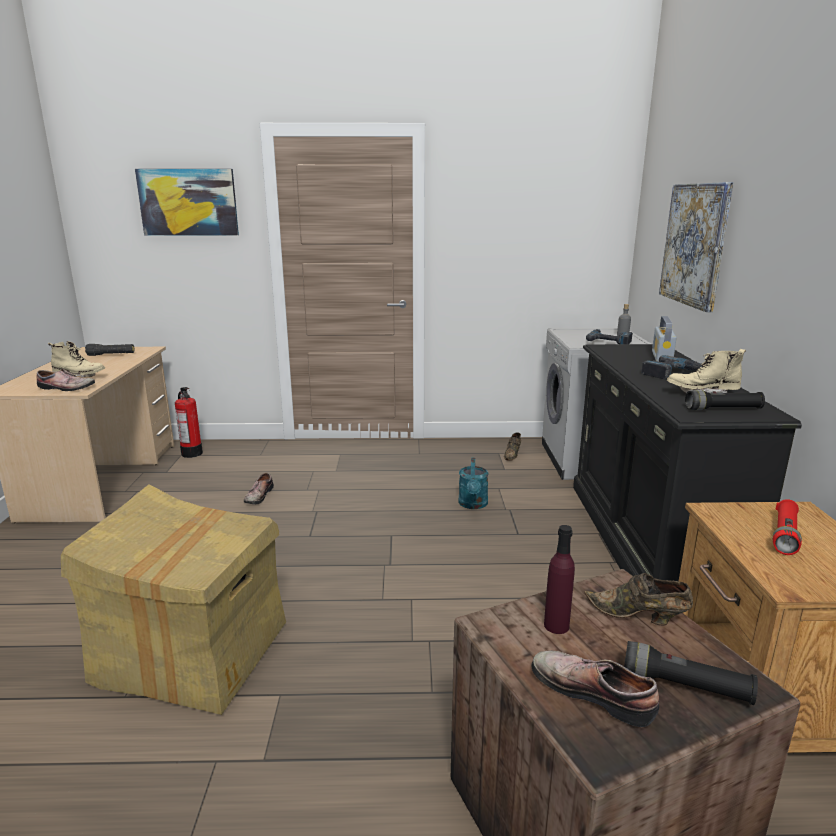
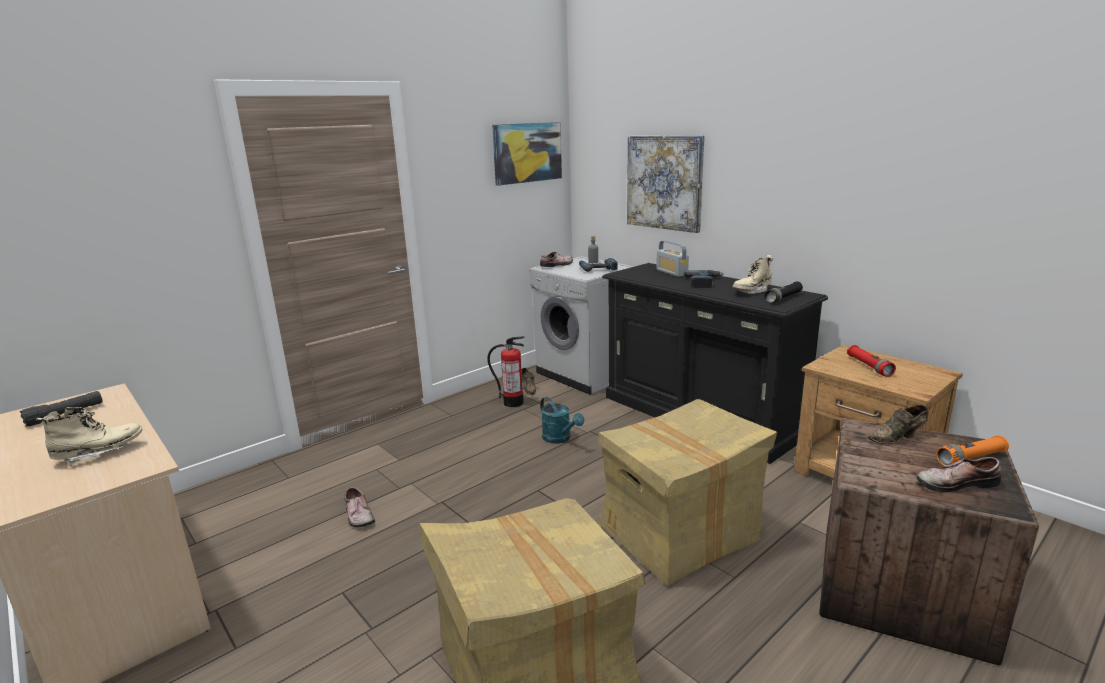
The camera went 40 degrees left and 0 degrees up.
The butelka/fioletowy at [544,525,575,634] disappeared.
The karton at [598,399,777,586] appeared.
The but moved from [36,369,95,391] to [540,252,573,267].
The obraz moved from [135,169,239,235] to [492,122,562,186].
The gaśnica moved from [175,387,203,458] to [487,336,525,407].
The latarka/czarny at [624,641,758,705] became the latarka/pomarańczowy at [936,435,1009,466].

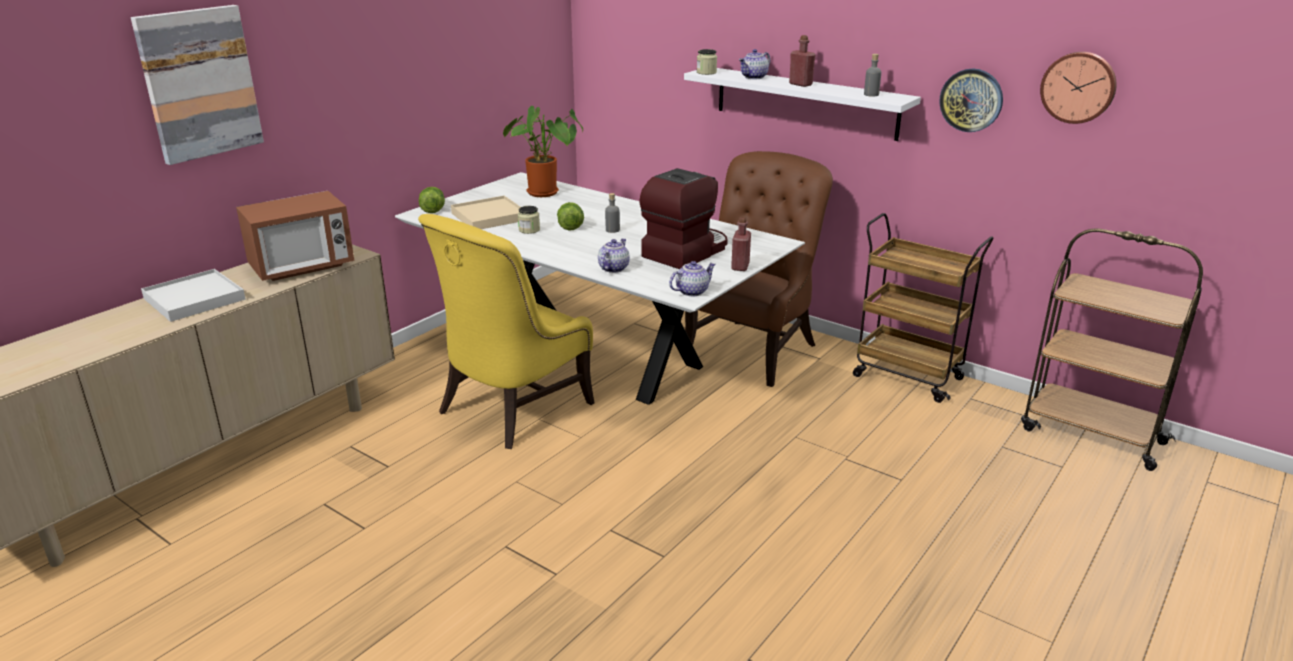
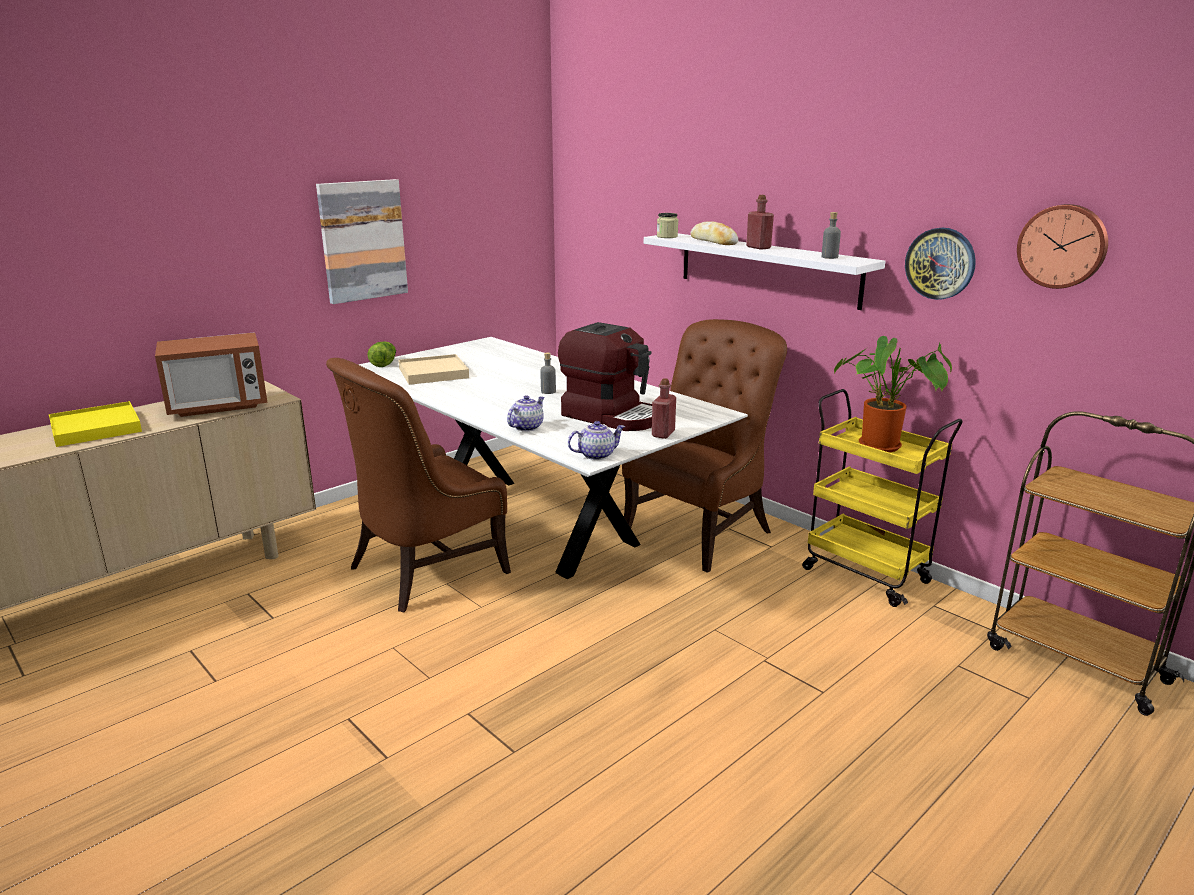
The camera went 10 degrees right and 5 degrees down.
The słoik at [518,206,540,234] disappeared.
The sałata at [557,202,584,231] disappeared.
The obraz moved from [131,5,264,165] to [316,179,408,304].
The roślina doniczkowa moved from [503,106,583,197] to [834,336,952,453].
The imbryk at [739,49,770,79] was replaced by the chleb at [691,221,738,245].
The taca/biały at [141,269,246,322] became the taca/żółty at [49,401,142,447].
The krzesło/żółty at [418,214,595,449] became the krzesło/brązowy at [326,358,511,613].
The wózek/brązowy at [853,213,993,403] became the wózek/żółty at [802,389,963,607].
The ekspres do kawy at [640,168,728,269] turned 75 degrees clockwise.

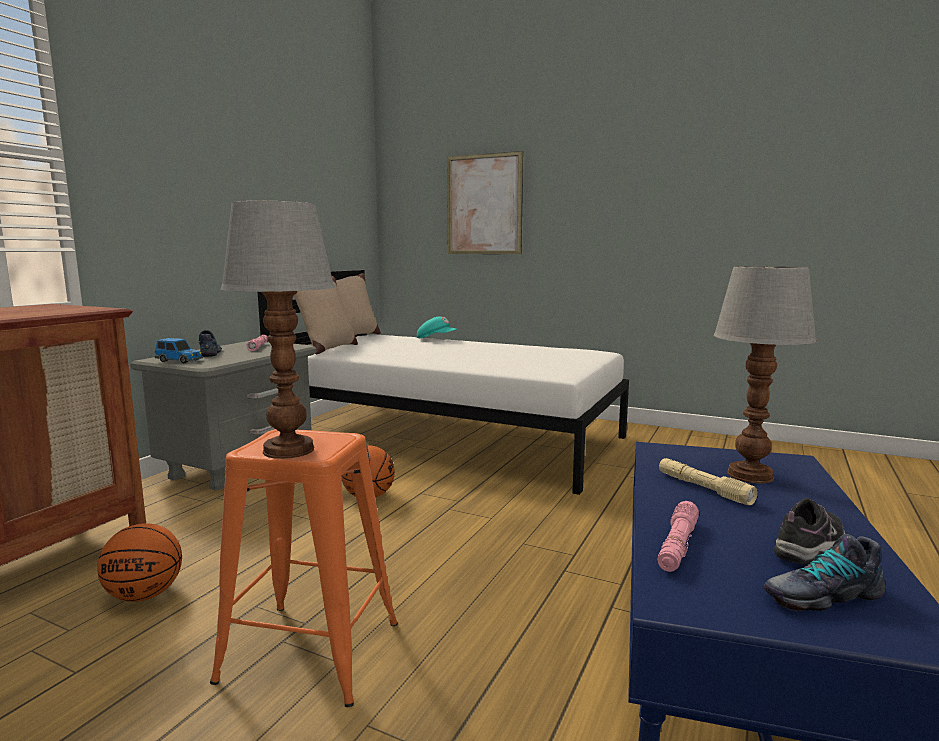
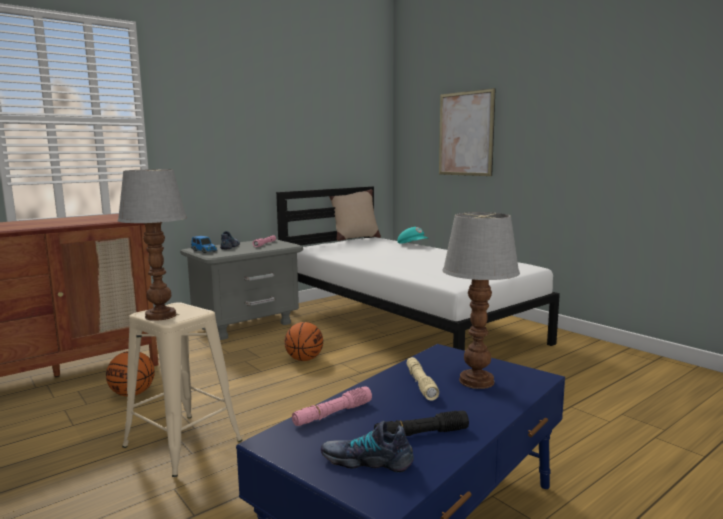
The camera went 25 degrees right and 0 degrees up.
The poduszka/beżowy at [294,276,358,354] disappeared.
The but at [774,498,845,565] was replaced by the latarka/czarny at [374,411,469,436].
The stołek/pomarańczowy at [210,429,398,707] became the stołek/beżowy at [122,302,242,477].

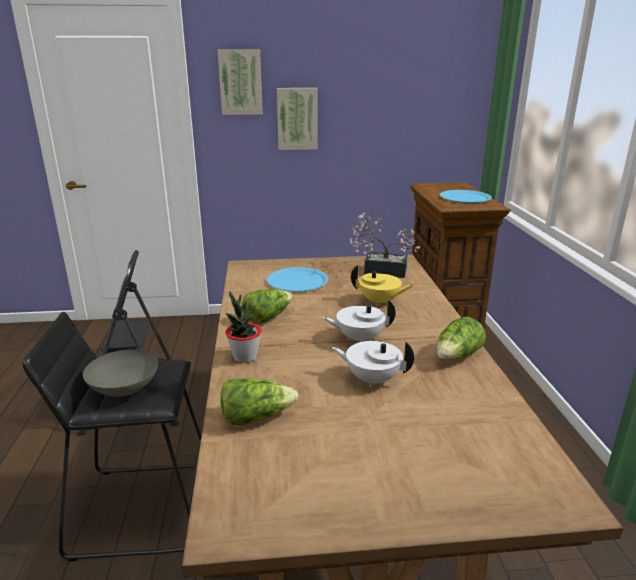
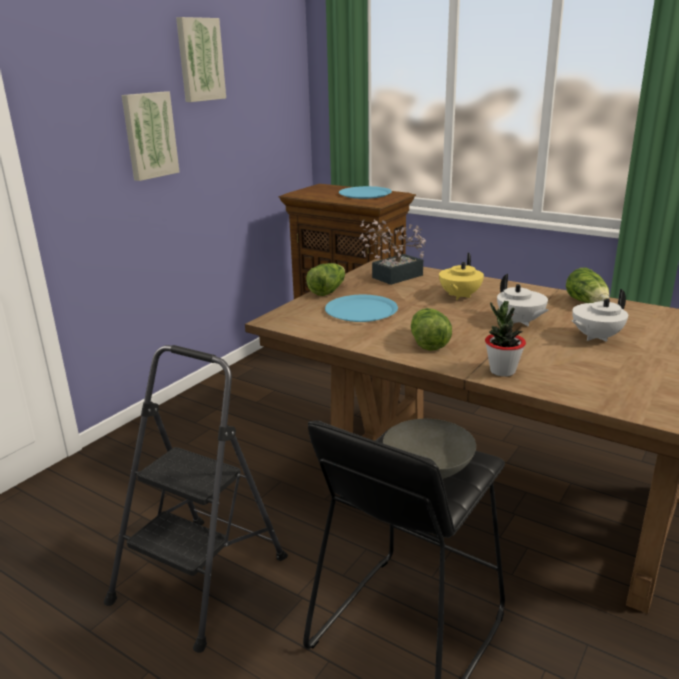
The camera went 50 degrees left and 0 degrees up.
The obraz moved from [217,49,263,115] to [176,17,226,102].
The sałata moved from [220,378,298,425] to [306,263,345,296].
The imbryk/biały at [322,300,396,342] turned 60 degrees counterclockwise.
The imbryk/żółty at [351,265,414,307] turned 150 degrees clockwise.

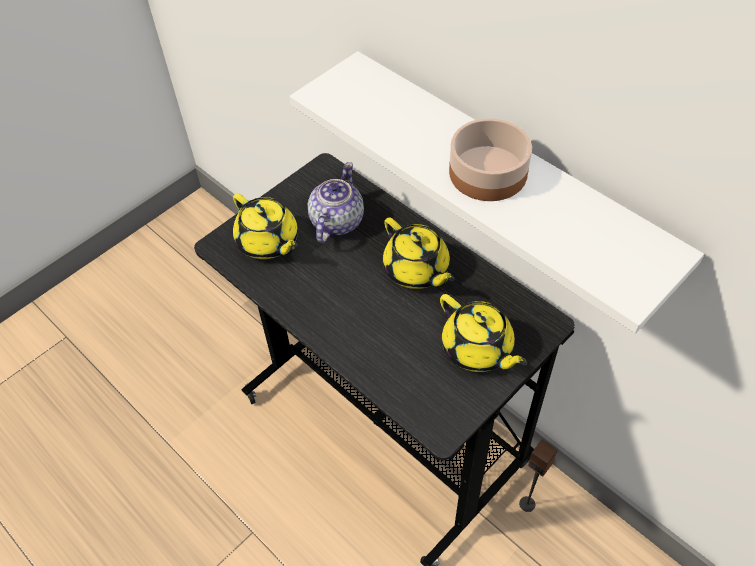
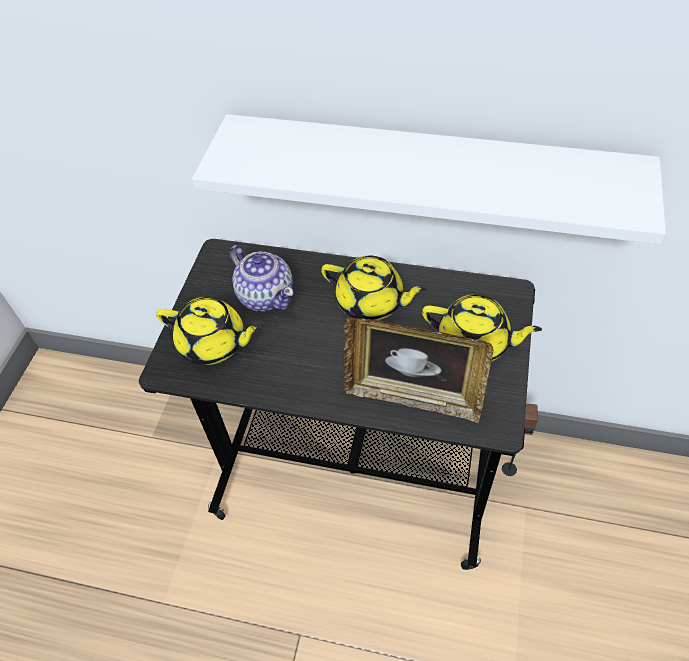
The camera went 30 degrees left and 0 degrees up.
The miska at [449,118,532,201] disappeared.
The ramka na zdjęcie at [344,318,494,423] appeared.
The imbryk at [308,162,364,243] turned 150 degrees clockwise.

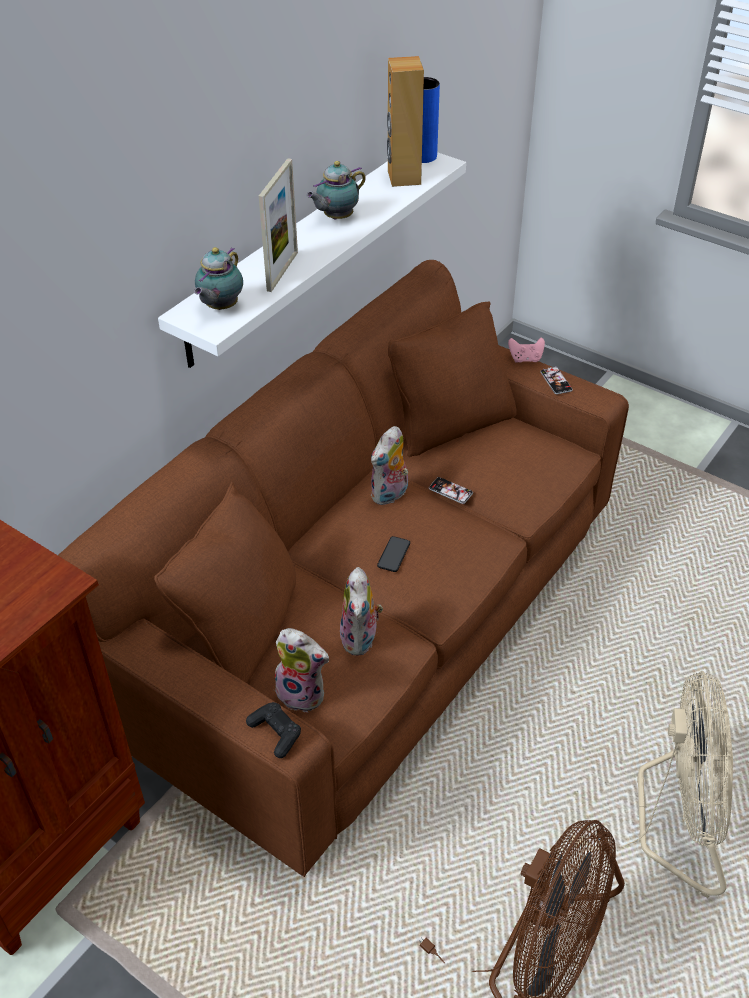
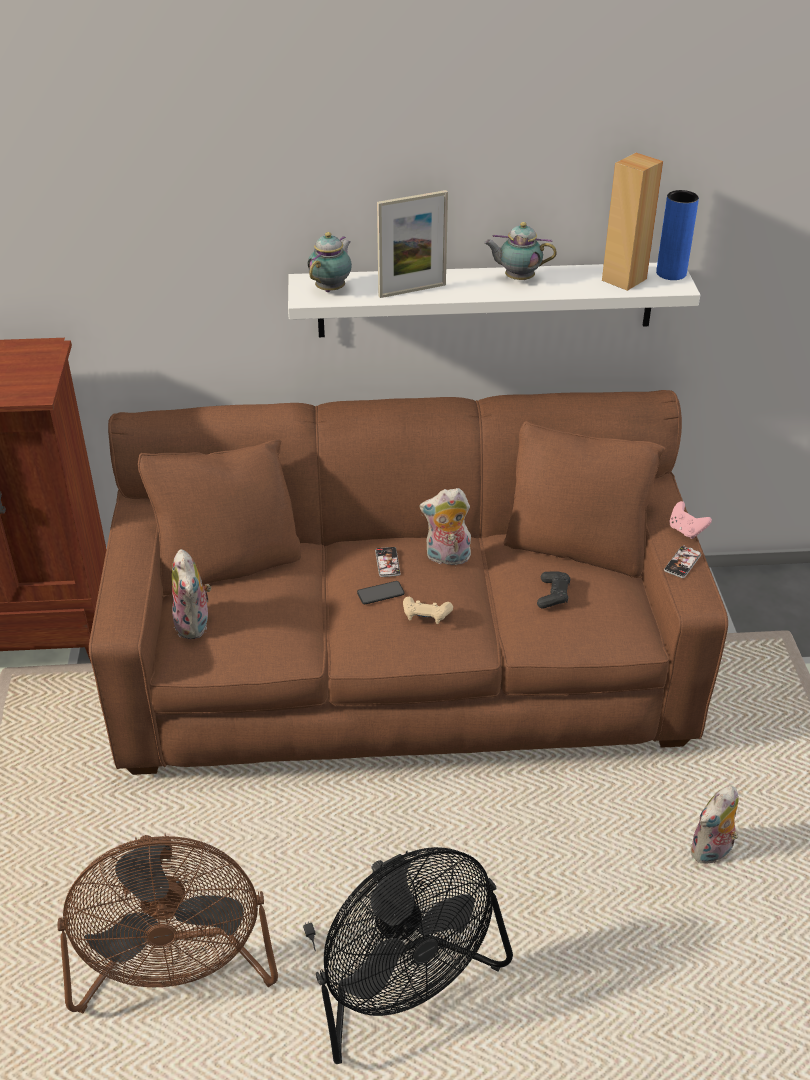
The camera went 50 degrees right and 5 degrees down.
The pad do gier/beżowy at [403,597,453,624] appeared.
The pad do gier/czarny moved from [246,702,301,758] to [537,571,570,609].
The pluszak moved from [340,567,383,656] to [691,786,739,864].
The telefon moved from [429,477,473,504] to [375,547,401,577].
The wentylator/beżowy at [568,671,733,898] became the wentylator/czarny at [303,847,513,1064].
The imbryk at [194,247,243,310] turned 135 degrees clockwise.

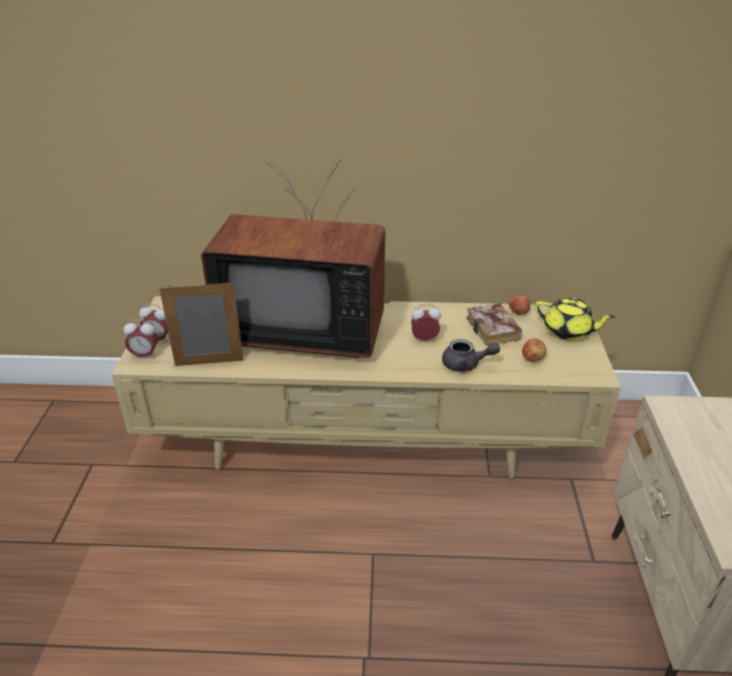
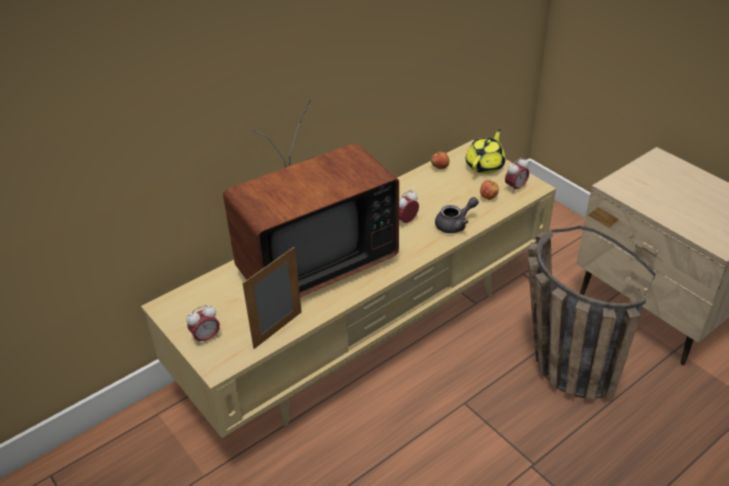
The camera went 40 degrees left and 5 degrees up.
The książka at [466,303,522,346] disappeared.
The koszyk at [528,226,655,399] appeared.
The budzik moved from [123,320,158,359] to [505,157,529,192].
The imbryk/żółty at [535,297,615,341] turned 45 degrees counterclockwise.

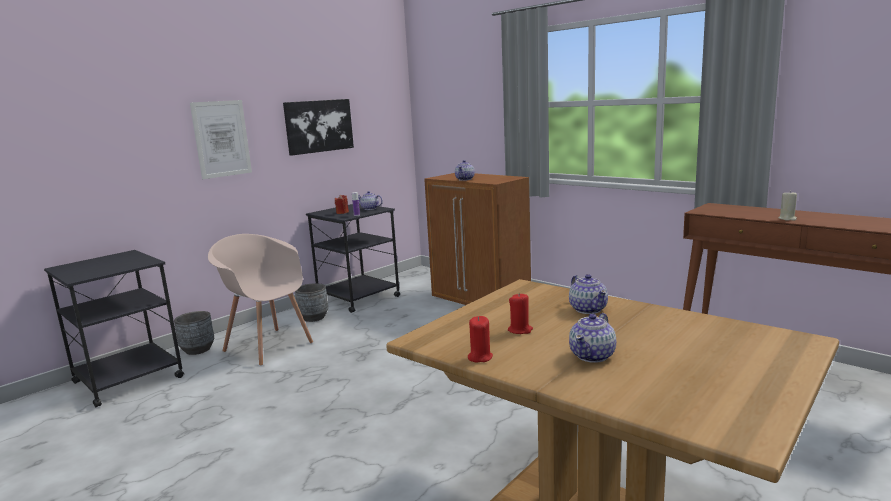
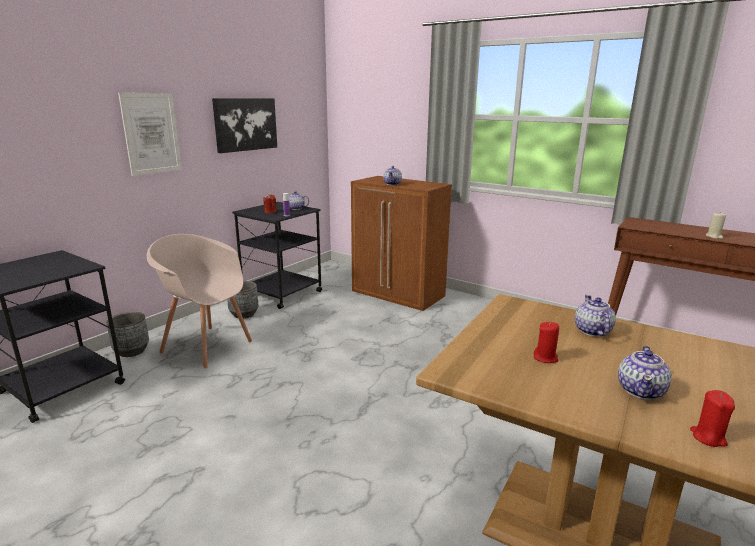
The camera went 10 degrees left and 5 degrees up.
The świeca/czerwony moved from [468,316,493,362] to [690,390,735,447].
The imbryk at [569,274,608,314] turned 150 degrees counterclockwise.

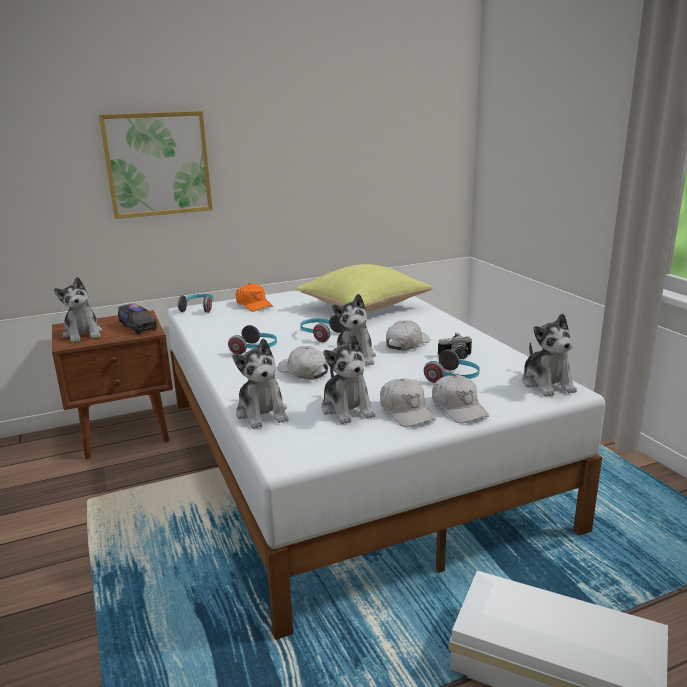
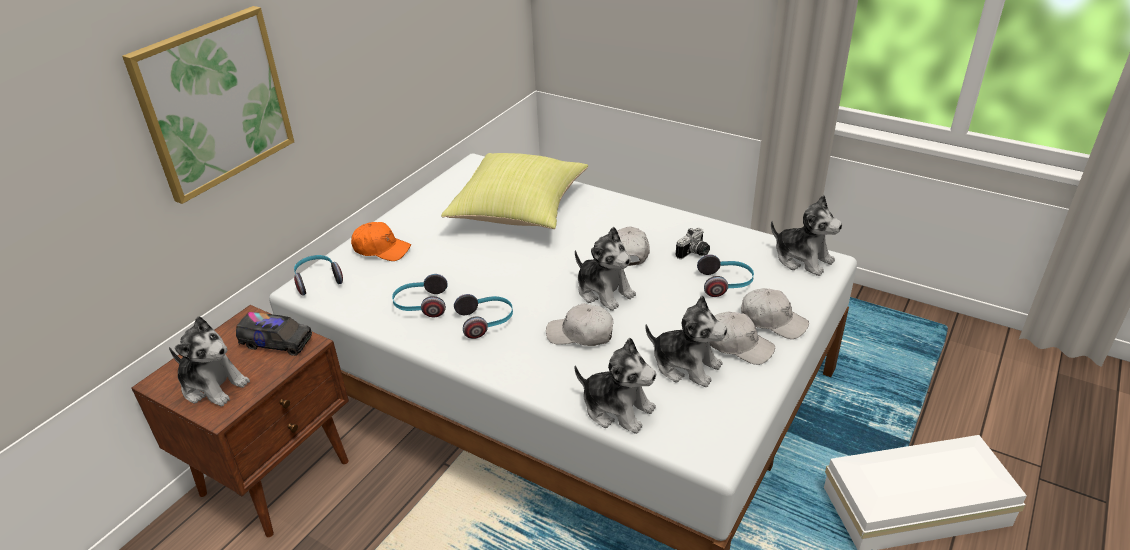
The camera went 35 degrees left and 15 degrees up.
The słuchawki moved from [300,315,345,342] to [392,274,448,317].

